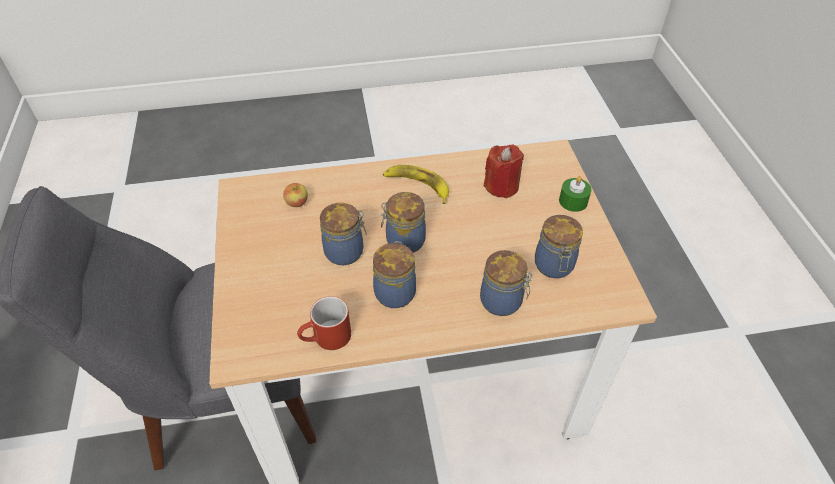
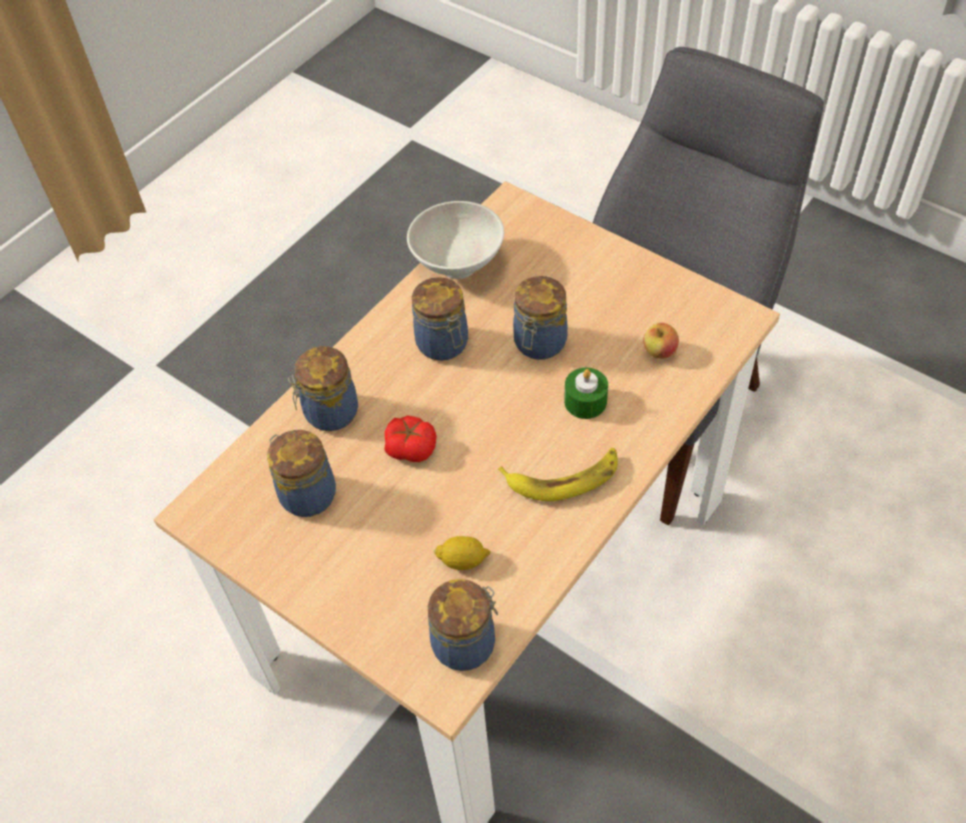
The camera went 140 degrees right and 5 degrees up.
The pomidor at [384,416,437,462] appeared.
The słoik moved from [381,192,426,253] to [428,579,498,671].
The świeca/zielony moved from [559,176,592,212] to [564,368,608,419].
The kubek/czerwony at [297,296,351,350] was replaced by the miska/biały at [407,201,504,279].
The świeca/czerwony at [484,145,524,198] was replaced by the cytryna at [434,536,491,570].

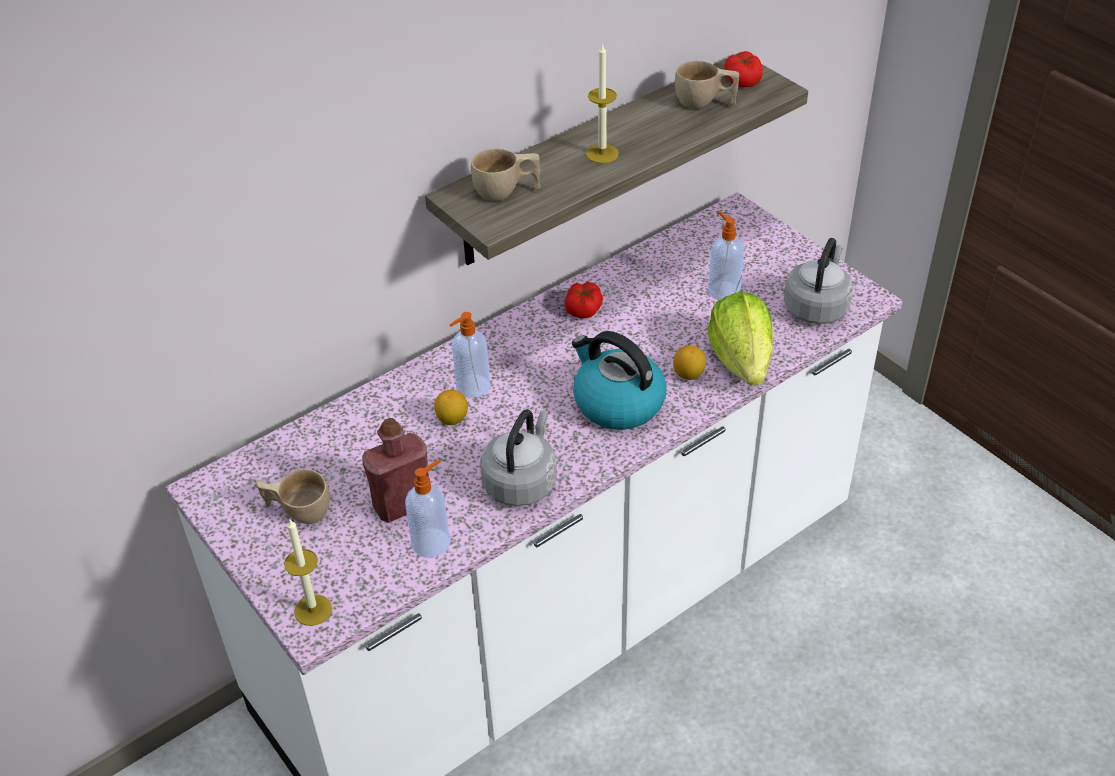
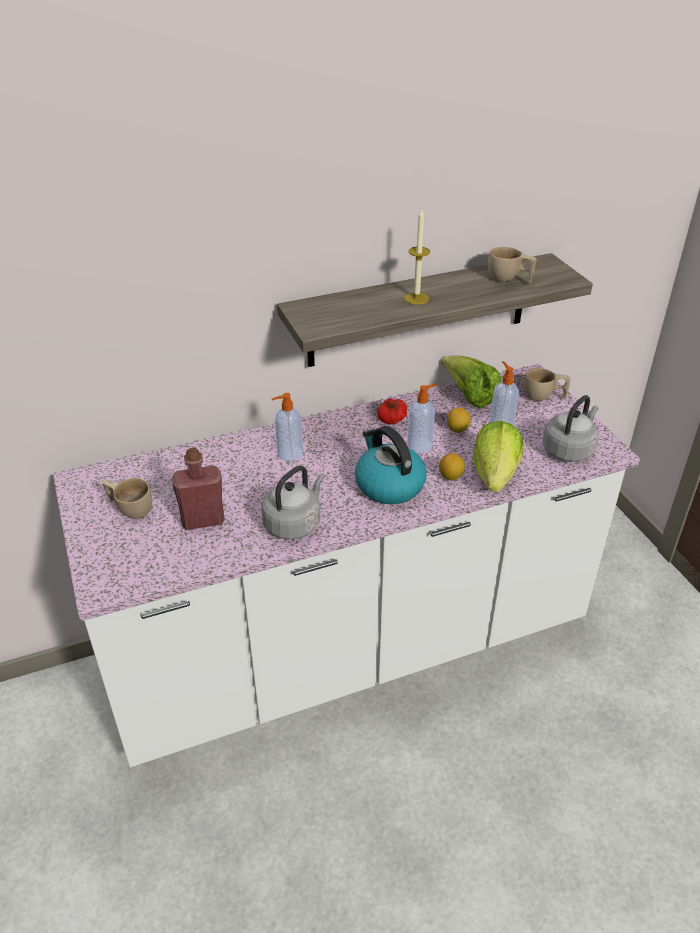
The camera went 15 degrees right and 5 degrees down.
The świeca at [284,519,332,626] disappeared.
The pomidor at [724,51,762,87] disappeared.
The sałata at [441,355,501,408] appeared.
The dozownik mydła moved from [405,460,450,558] to [407,383,438,453].
The cytryna moved from [434,390,468,425] to [447,407,471,433].
The filiżanka/beżowy moved from [471,149,541,201] to [524,368,571,401].

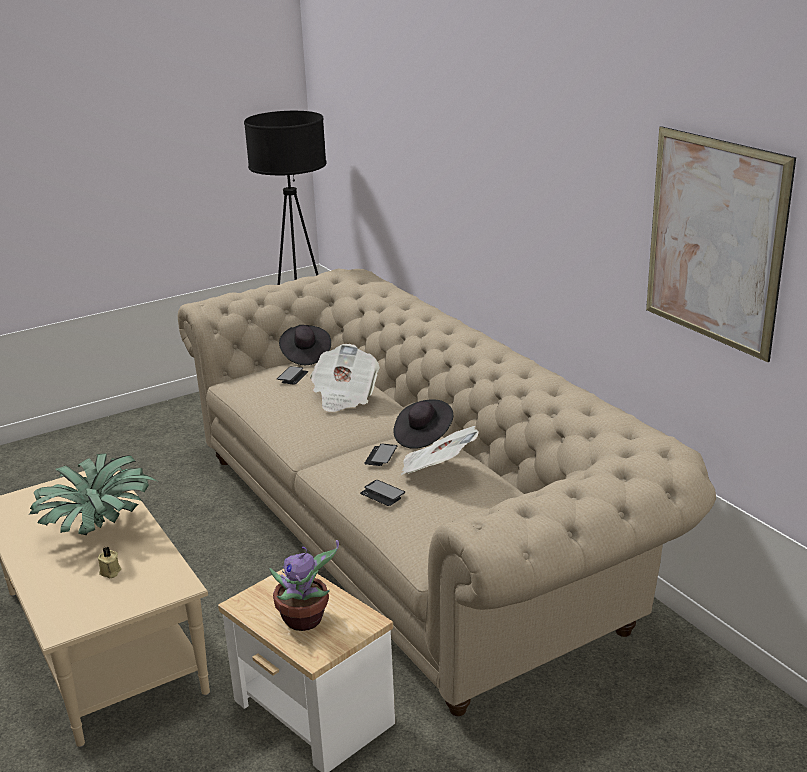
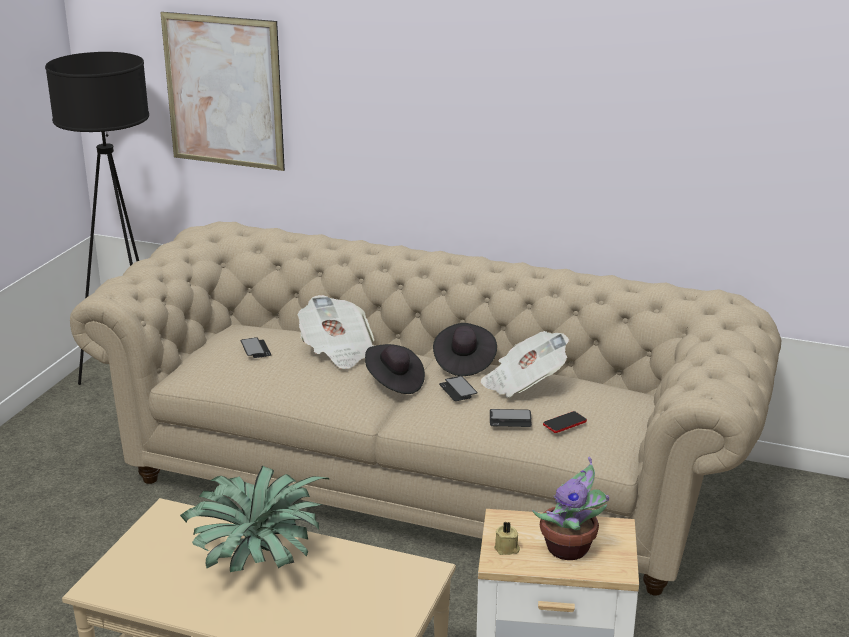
The camera went 40 degrees left and 0 degrees up.
The telefon at [543,411,587,433] appeared.
The świeca/beżowy moved from [98,547,121,578] to [494,521,520,555].
The kapelusz/czarny moved from [279,325,331,365] to [365,344,425,394].
The obraz moved from [646,126,796,362] to [160,12,285,171].

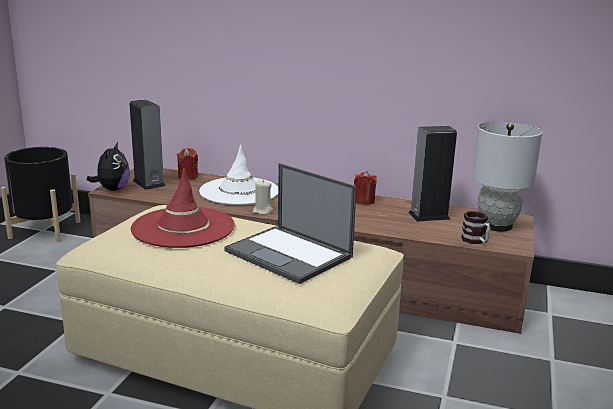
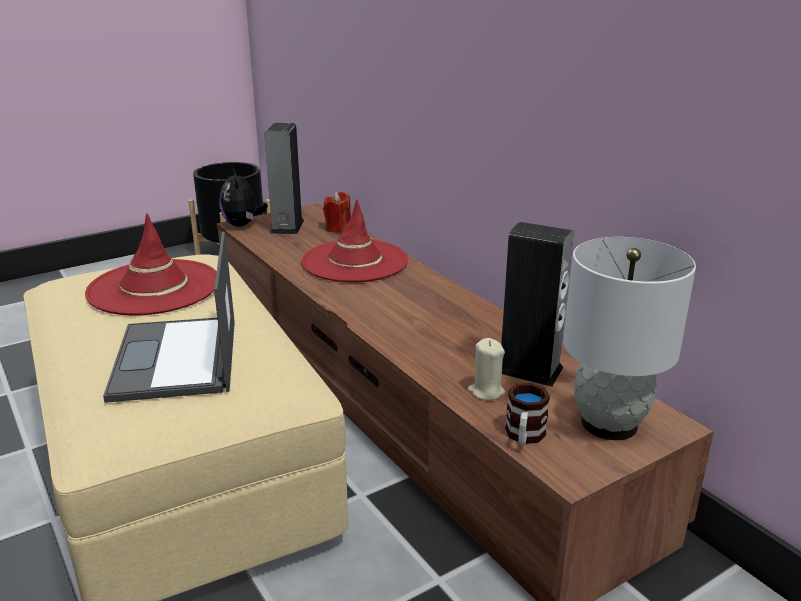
The camera went 40 degrees right and 5 degrees up.
The świeca/czerwony at [354,171,377,205] disappeared.
The świeca/beżowy moved from [252,180,273,215] to [468,338,505,401].
The kapelusz/biały at [199,144,278,205] became the kapelusz/czerwony at [301,199,408,282].
The pluszak at [87,142,130,191] turned 120 degrees clockwise.

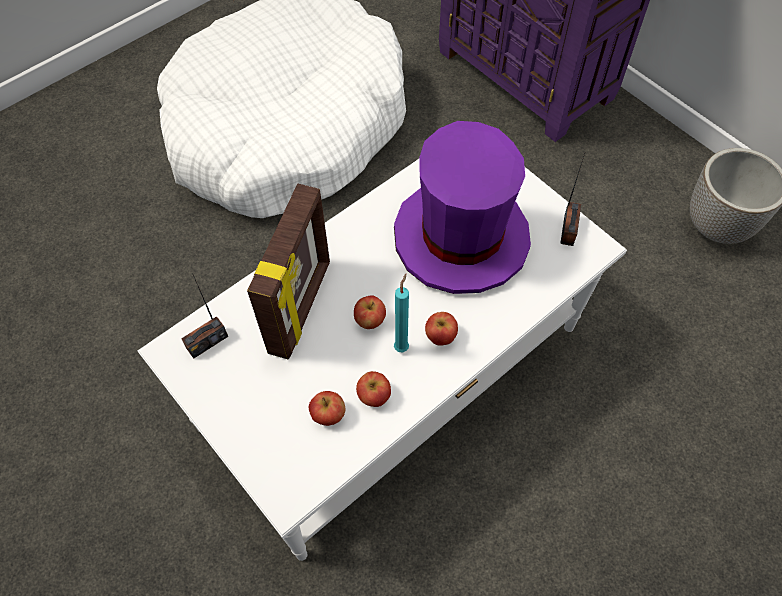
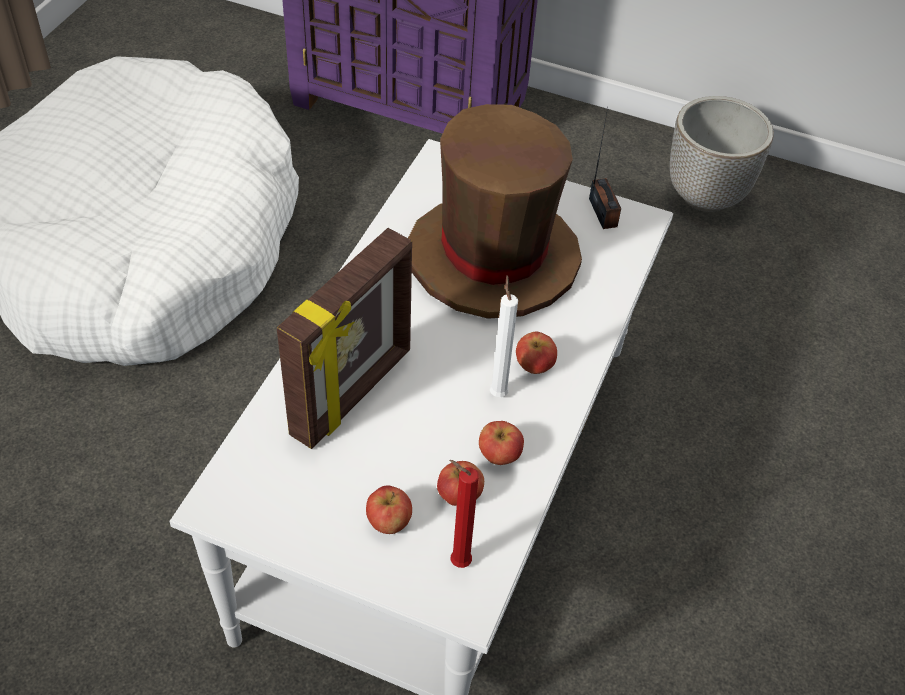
The camera went 30 degrees left and 10 degrees down.
The radio at [181,273,228,359] disappeared.
The świeca/czerwony at [449,460,479,568] appeared.
The jabłko moved from [354,295,386,329] to [366,486,412,534].
The kapelusz/fioletowy at [394,121,531,294] became the kapelusz/brązowy at [408,104,582,319].
The świeca/turkusowy at [394,274,409,353] became the świeca/biały at [490,275,518,397].
The ramka na zdjęcie at [247,184,330,359] turned 45 degrees clockwise.

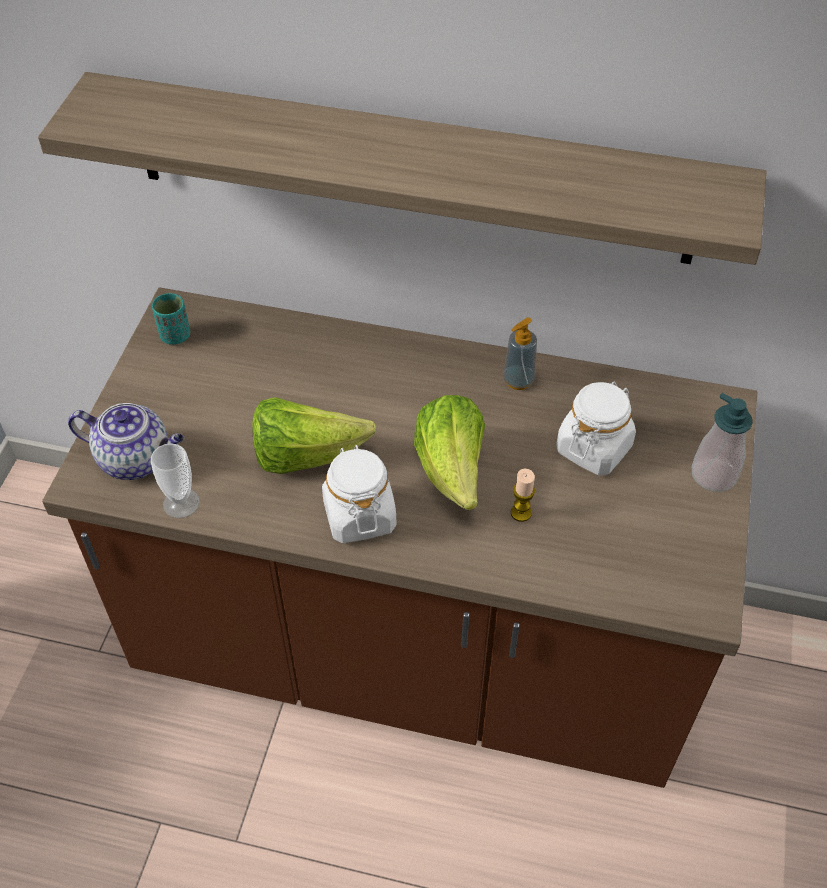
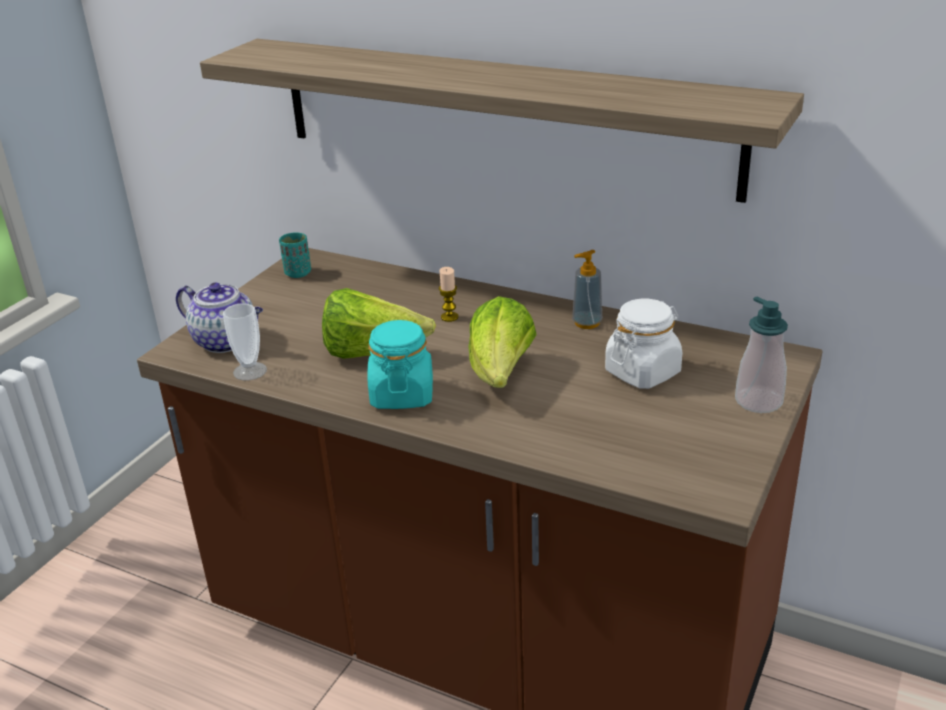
The camera went 15 degrees right and 20 degrees down.
The świeca moved from [511,469,535,522] to [439,267,459,322].
The słoik/biały at [322,445,397,544] became the słoik/turkusowy at [367,320,433,409].

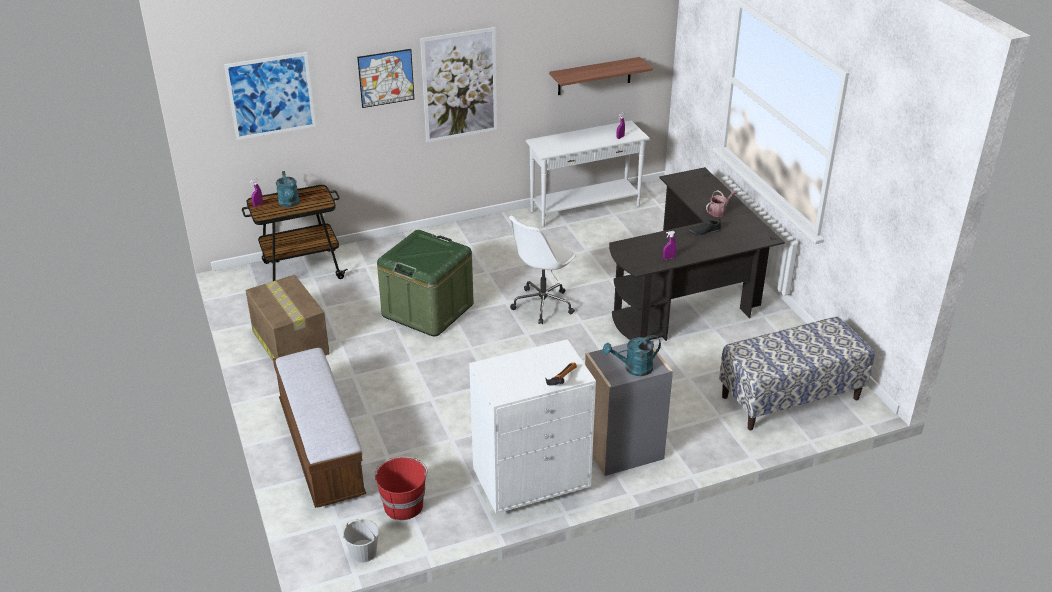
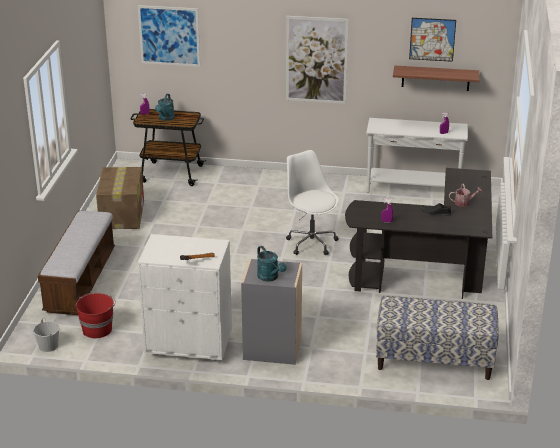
The camera went 30 degrees right and 5 degrees down.
The pojemnik do przechowywania/zielony at [377,230,474,336] disappeared.
The obraz moved from [357,49,414,108] to [409,18,456,62].
The krzesło biurowe/biały at [509,216,576,324] turned 75 degrees clockwise.
The konewka/turkusowy at [603,335,661,376] turned 135 degrees counterclockwise.

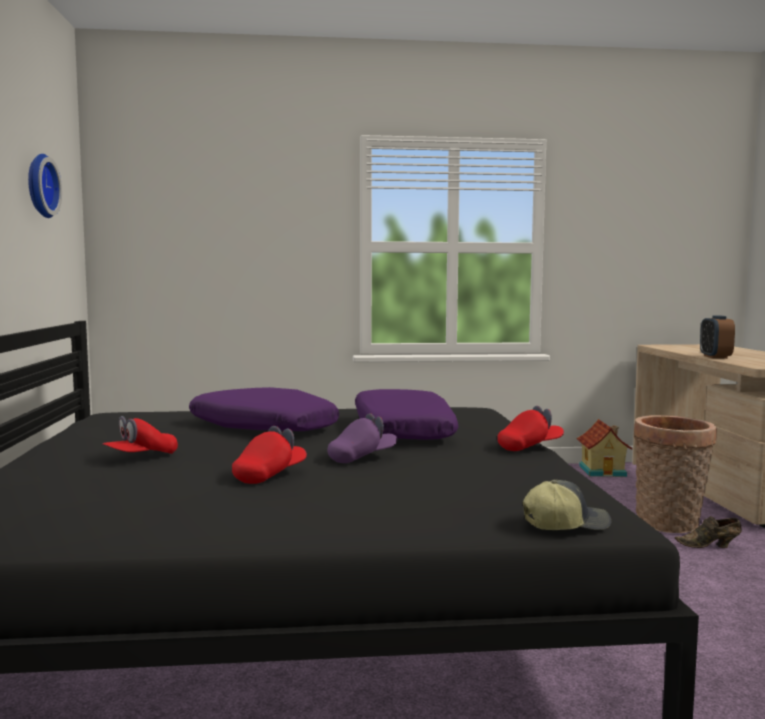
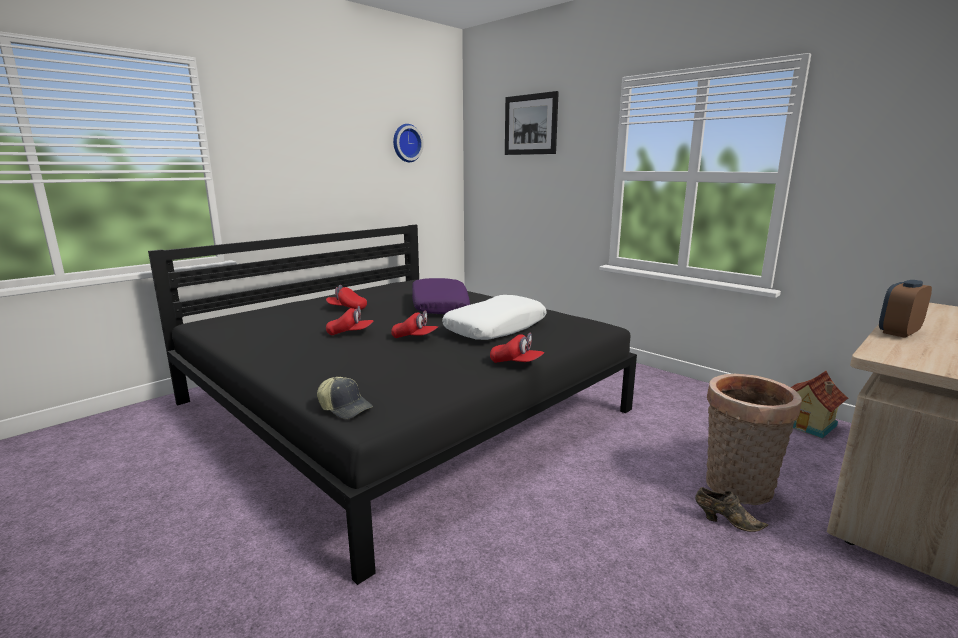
The camera went 50 degrees right and 10 degrees up.
The obraz at [505,91,559,155] appeared.
The czapka z daszkiem/fioletowy at [327,413,397,463] became the czapka z daszkiem/czerwony at [391,310,438,338].
The poduszka/fioletowy at [355,389,458,440] became the poduszka/biały at [442,295,547,340].
The but/brązowy at [675,516,742,548] turned 150 degrees clockwise.

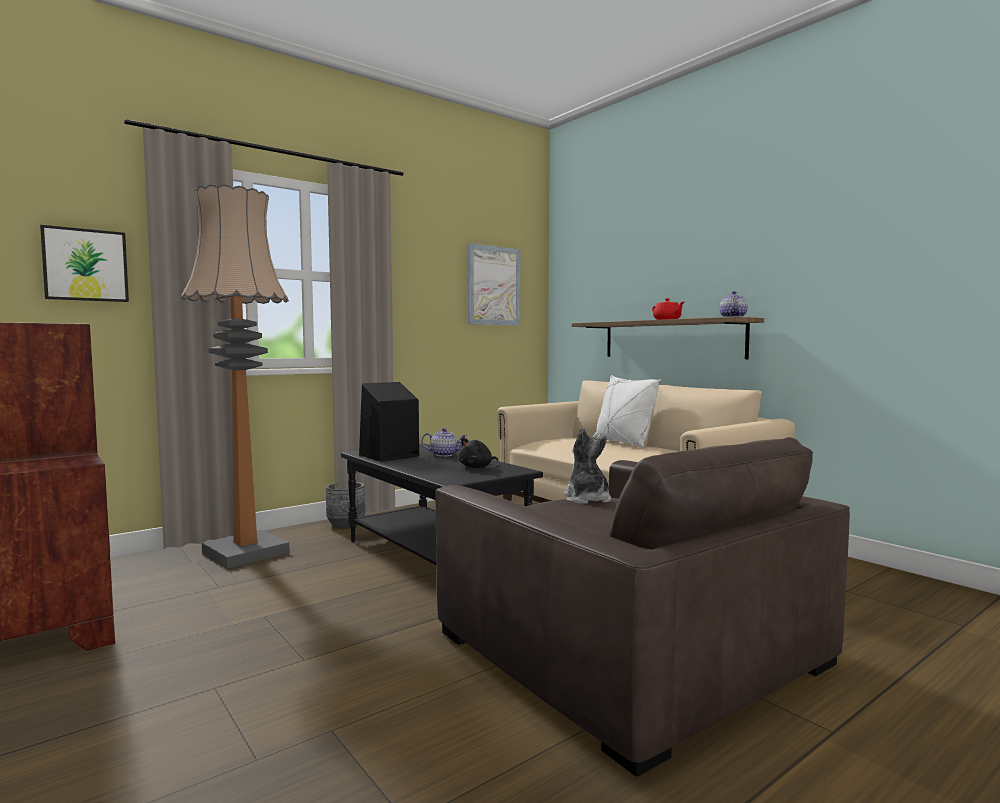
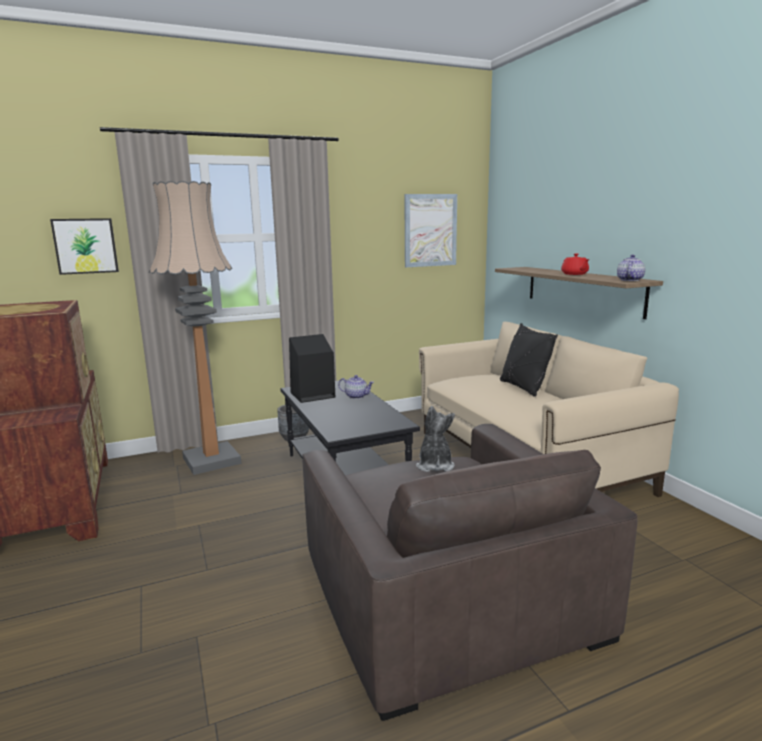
The camera went 15 degrees right and 10 degrees up.
The pluszak/czarny at [459,437,498,468] disappeared.
The poduszka/biały at [593,375,661,448] became the poduszka/czarny at [500,323,558,397].

